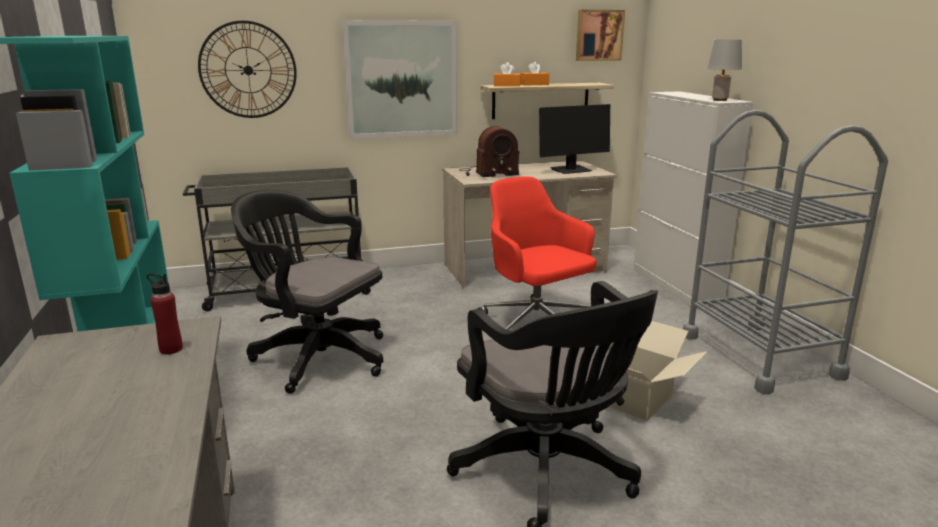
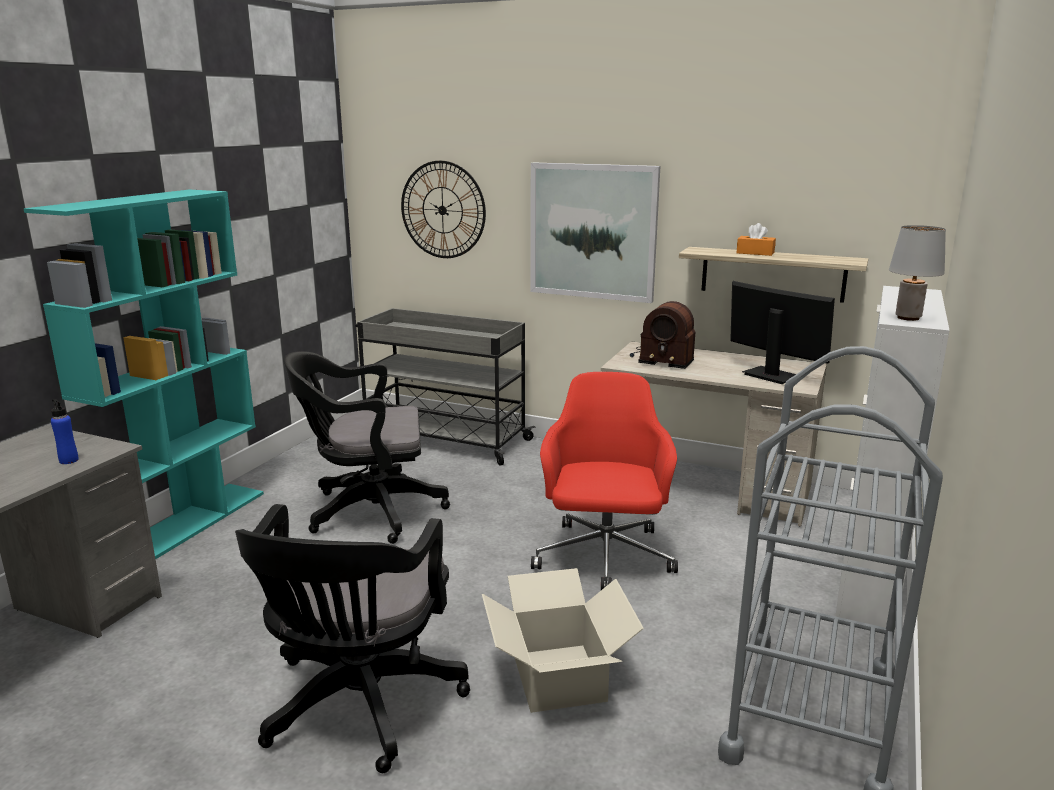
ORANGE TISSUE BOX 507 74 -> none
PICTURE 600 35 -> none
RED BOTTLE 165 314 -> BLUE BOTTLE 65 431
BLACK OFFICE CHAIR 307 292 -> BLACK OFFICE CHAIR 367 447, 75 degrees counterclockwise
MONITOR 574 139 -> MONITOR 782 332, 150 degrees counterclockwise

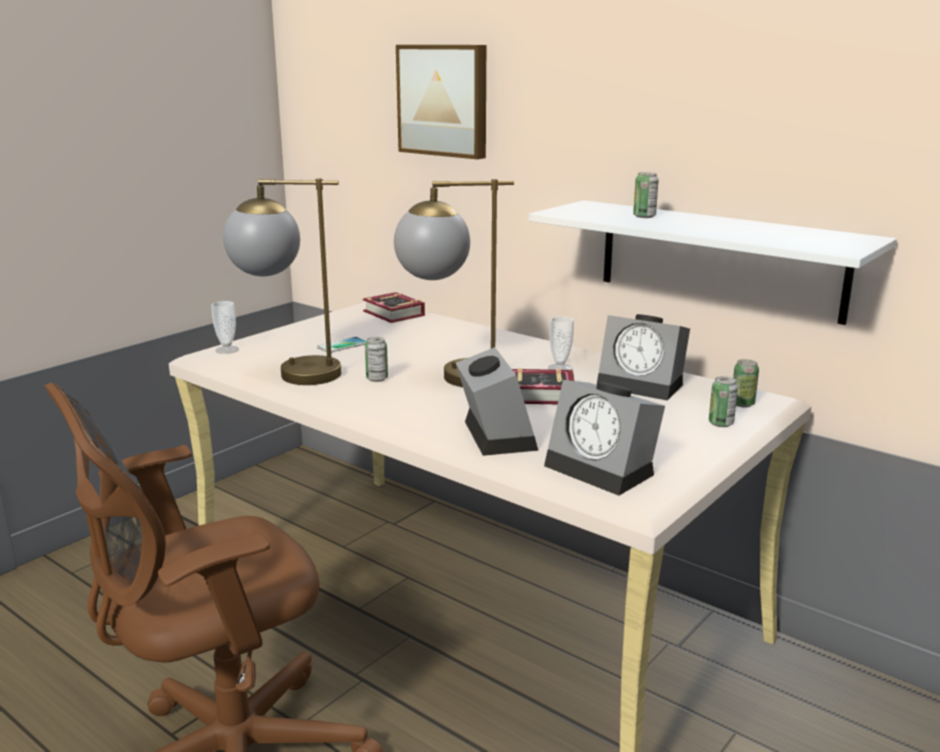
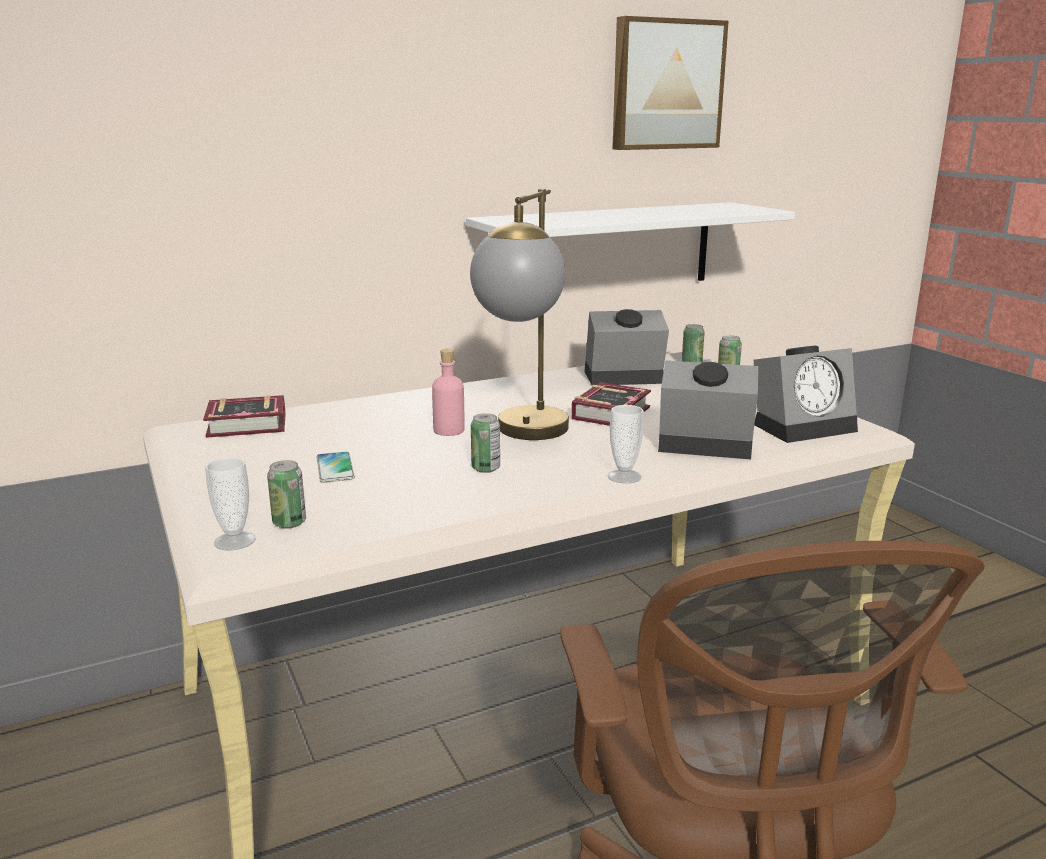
TABLE LAMP 282 282 -> none
none -> PINK BOTTLE 448 392
PICTURE 441 102 -> PICTURE 670 83, move
CUP 561 343 -> CUP 626 444, move
CAN 646 195 -> CAN 286 494, move
ALARM CLOCK 643 357 -> ALARM CLOCK 627 347, 150 degrees counterclockwise

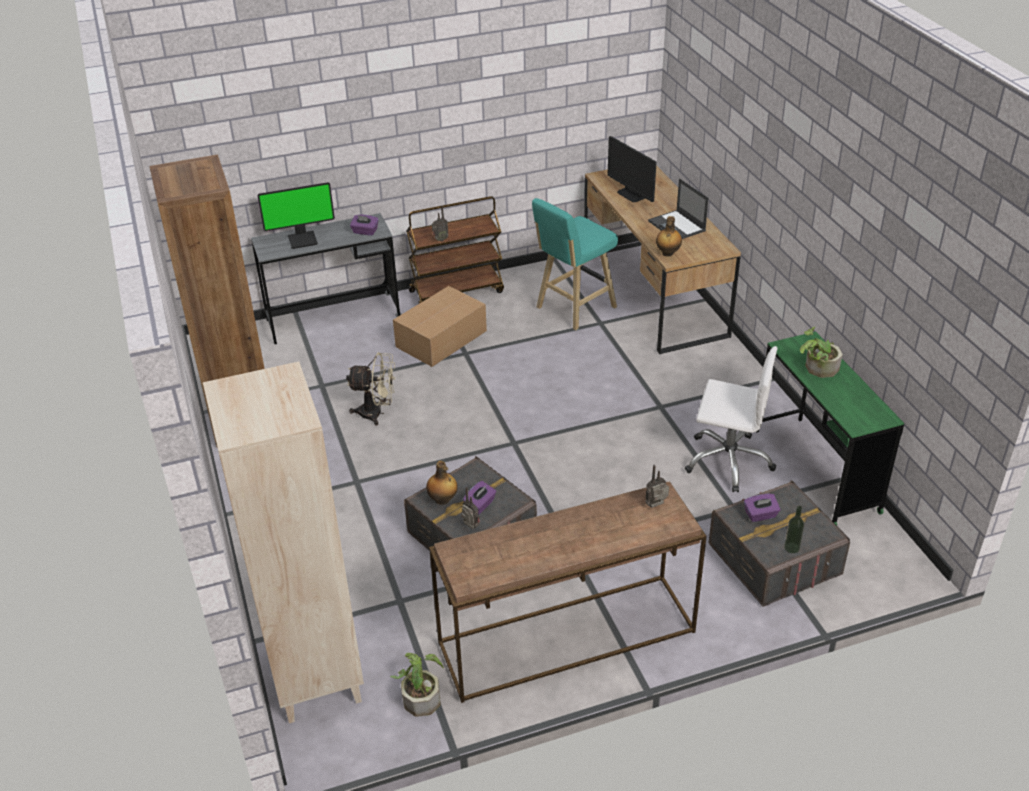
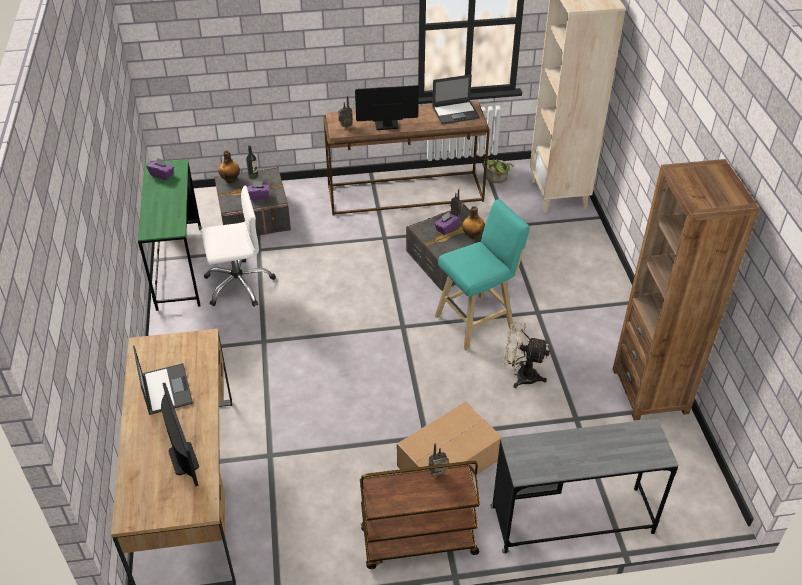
POTTED PLANT 821 352 -> none
none -> LAPTOP 456 99
MONITOR 296 215 -> MONITOR 387 107, move
PURPLE TISSUE BOX 364 225 -> PURPLE TISSUE BOX 160 169, move
TURQUOISE STOOL 575 264 -> TURQUOISE STOOL 482 274, move
BOTTLE 669 236 -> BOTTLE 229 166, move
WHITE OFFICE CHAIR 731 419 -> WHITE OFFICE CHAIR 238 246, 135 degrees clockwise

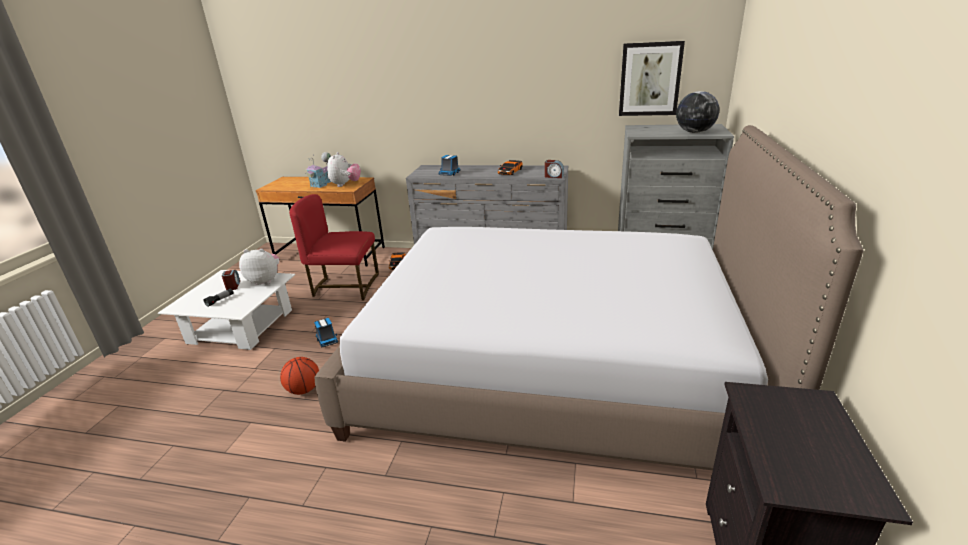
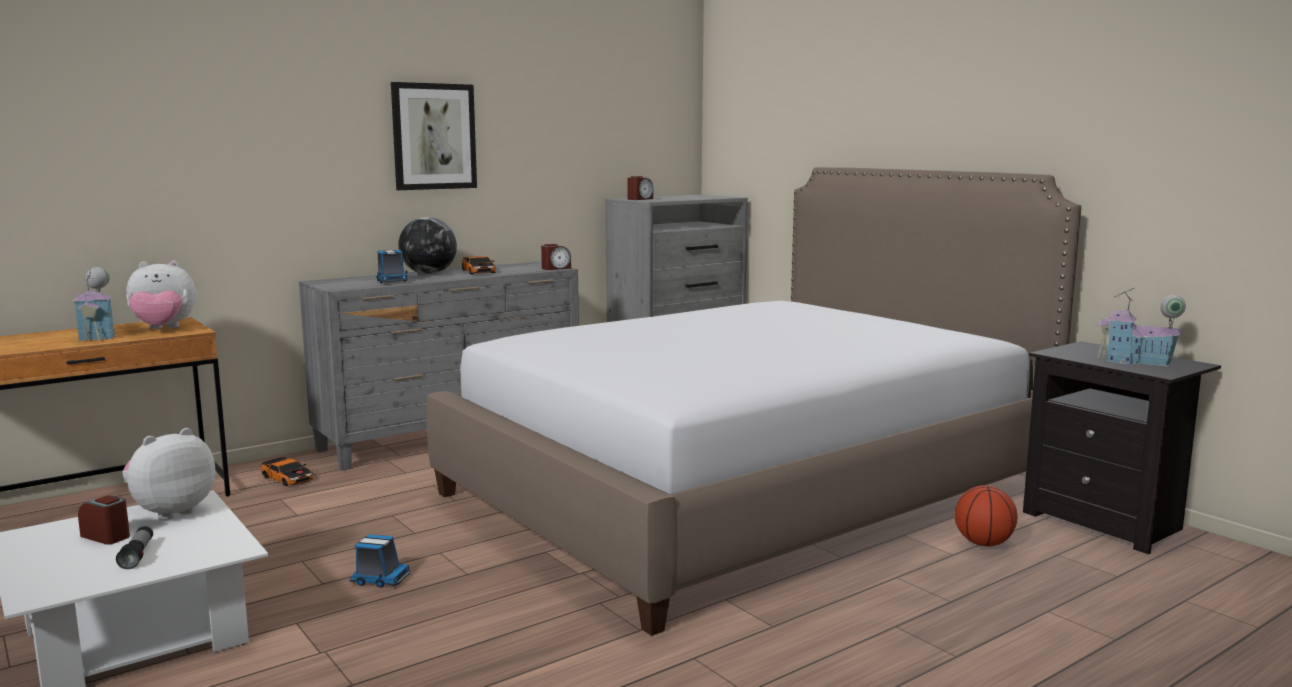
RED CHAIR 334 247 -> none
none -> ALARM CLOCK 640 188
none -> TOY HOUSE 1141 327
BASKETBALL 299 376 -> BASKETBALL 986 515, move
PICTURE 652 78 -> PICTURE 434 136, move
GLOBE 697 112 -> GLOBE 427 245, move
PLUSH TOY 344 169 -> PLUSH TOY 161 295, 120 degrees clockwise

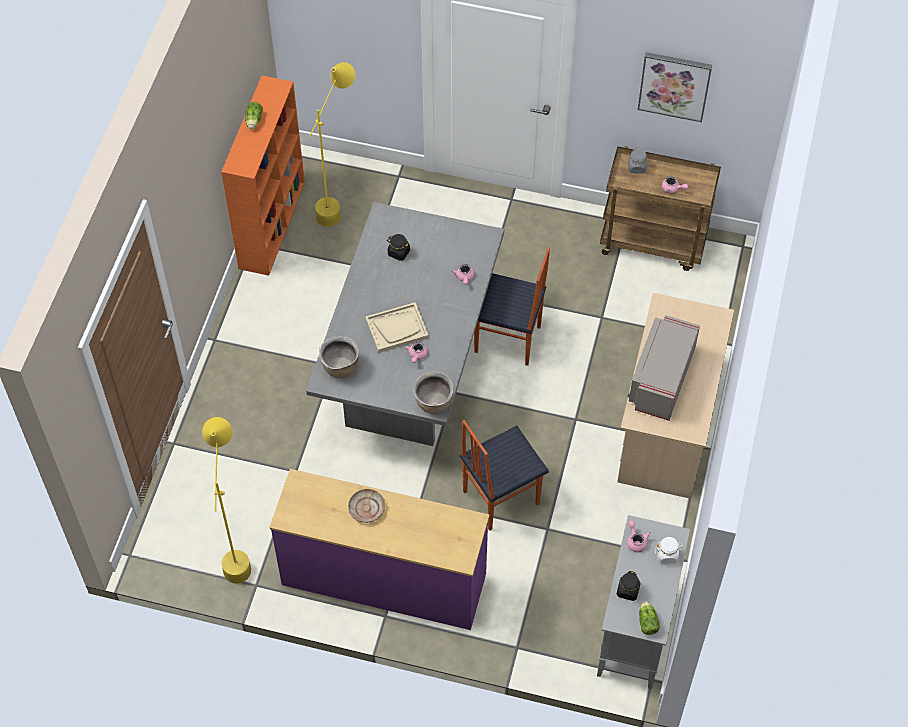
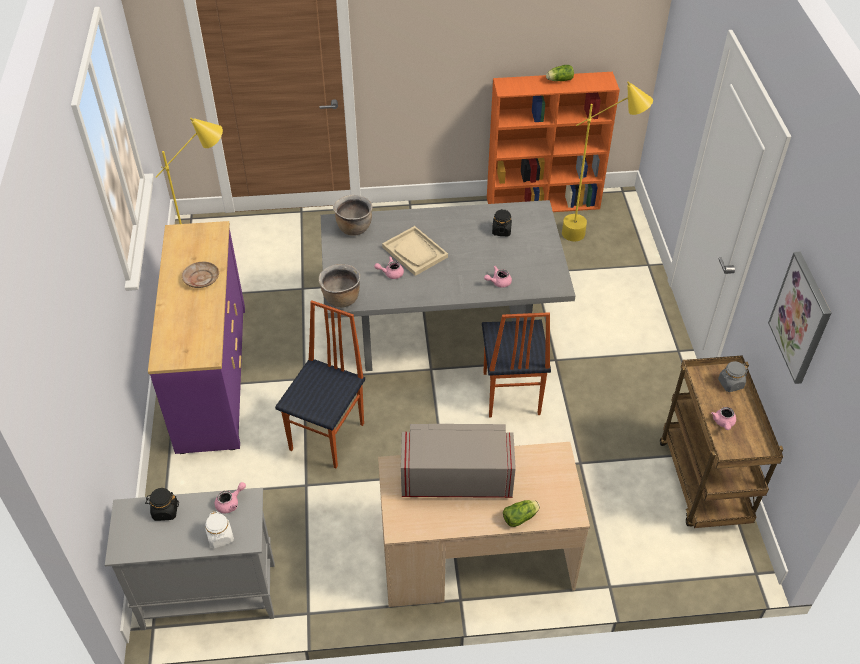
LETTUCE 649 618 -> LETTUCE 521 513, move
CHAIR 504 475 -> CHAIR 320 384, 75 degrees clockwise

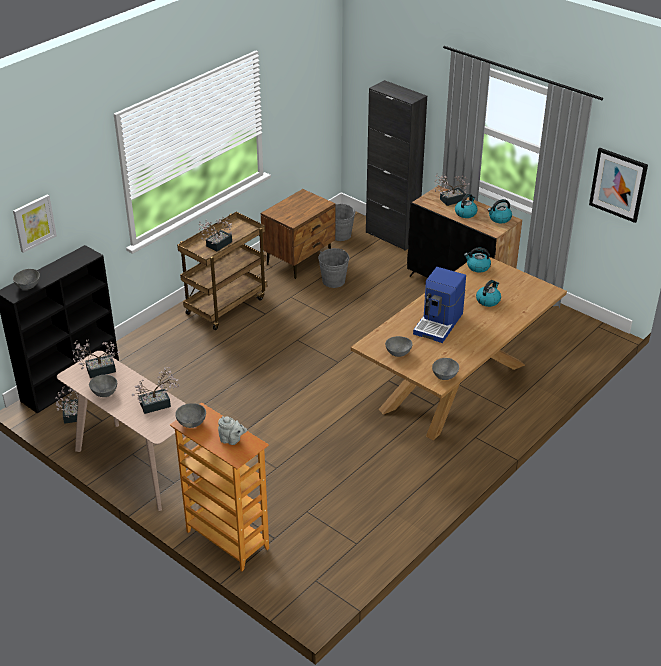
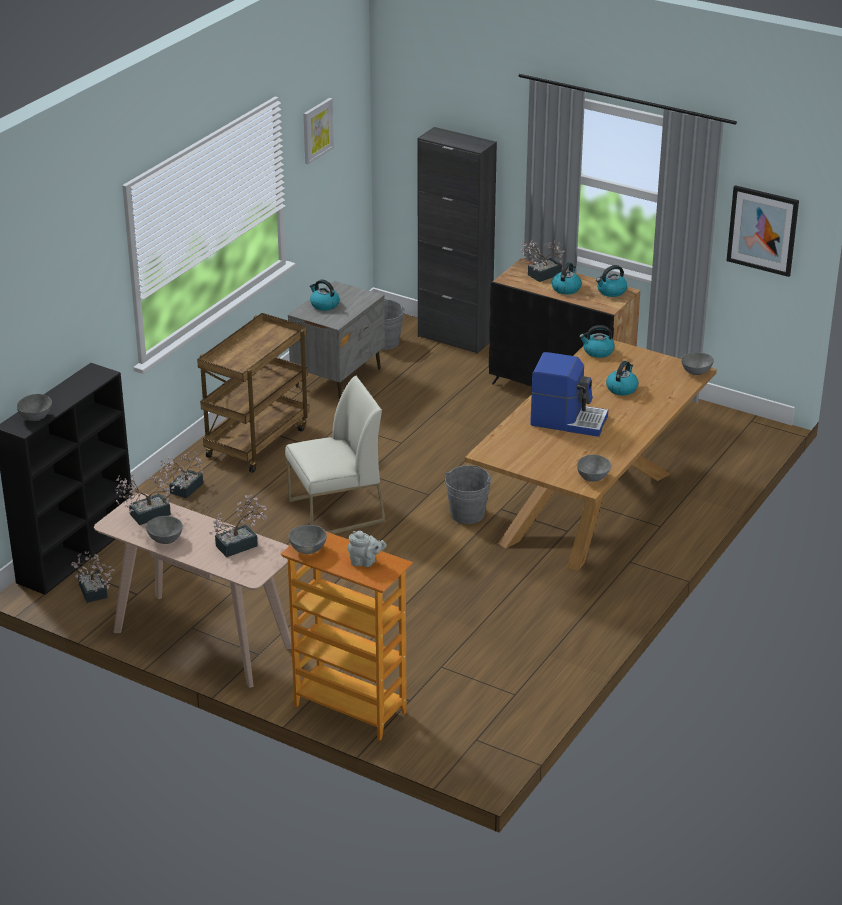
none -> WHITE CHAIR 335 455
none -> KETTLE 324 295
PICTURE 35 223 -> PICTURE 319 131, move
POTTED PLANT 215 234 -> POTTED PLANT 181 475, move
GREY BUCKET 333 268 -> GREY BUCKET 468 494, move
GREY BOWL 398 346 -> GREY BOWL 697 363, move
BROWN NIGHTSTAND 298 234 -> GREY NIGHTSTAND 336 340
COFFEE MACHINE 439 305 -> COFFEE MACHINE 569 394, 90 degrees counterclockwise

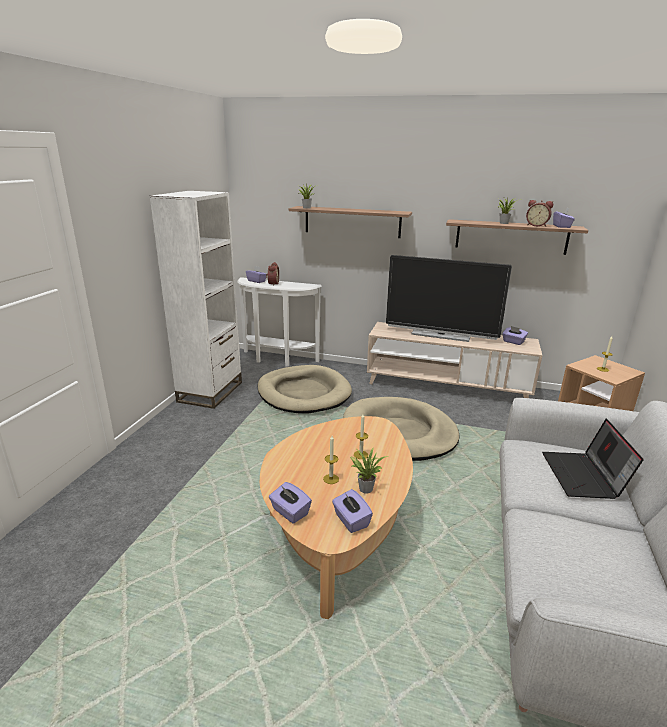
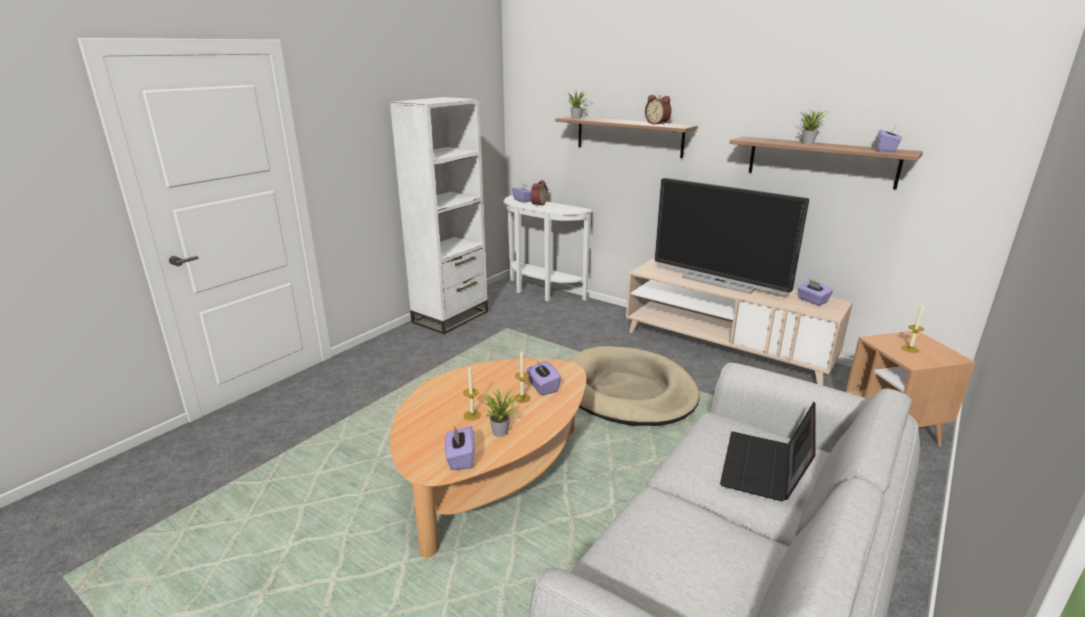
BEIGE DOG BED 304 389 -> none
PURPLE TISSUE BOX 290 503 -> PURPLE TISSUE BOX 543 378, move
ALARM CLOCK 539 213 -> ALARM CLOCK 658 110, move

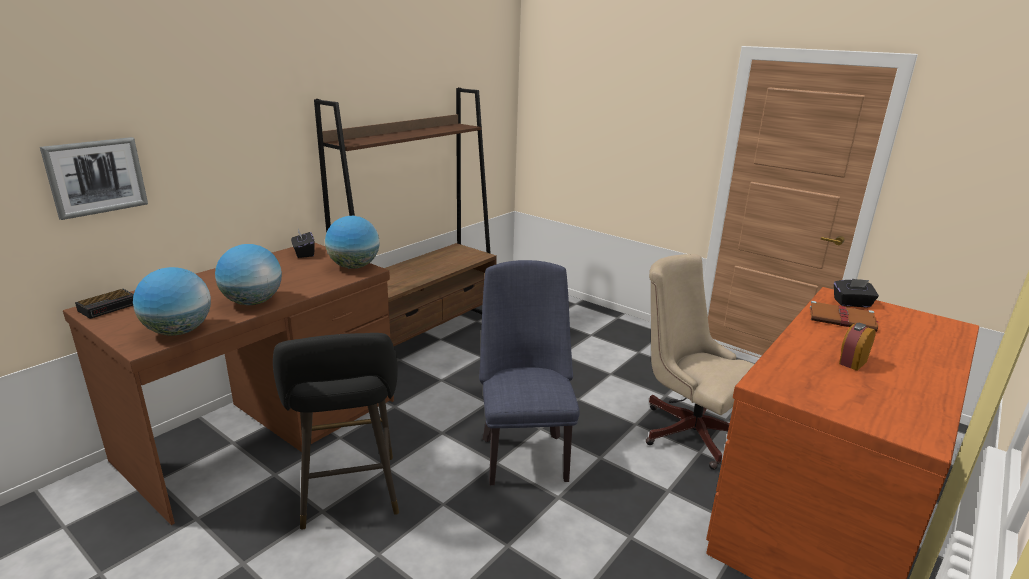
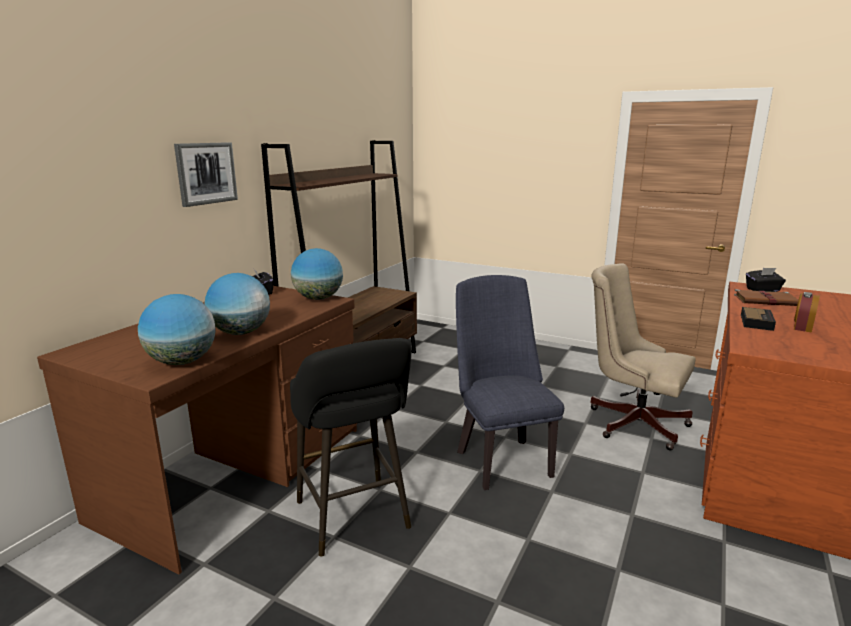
PICTURE 94 178 -> PICTURE 206 174, move
ALARM CLOCK 104 304 -> ALARM CLOCK 758 319, move

